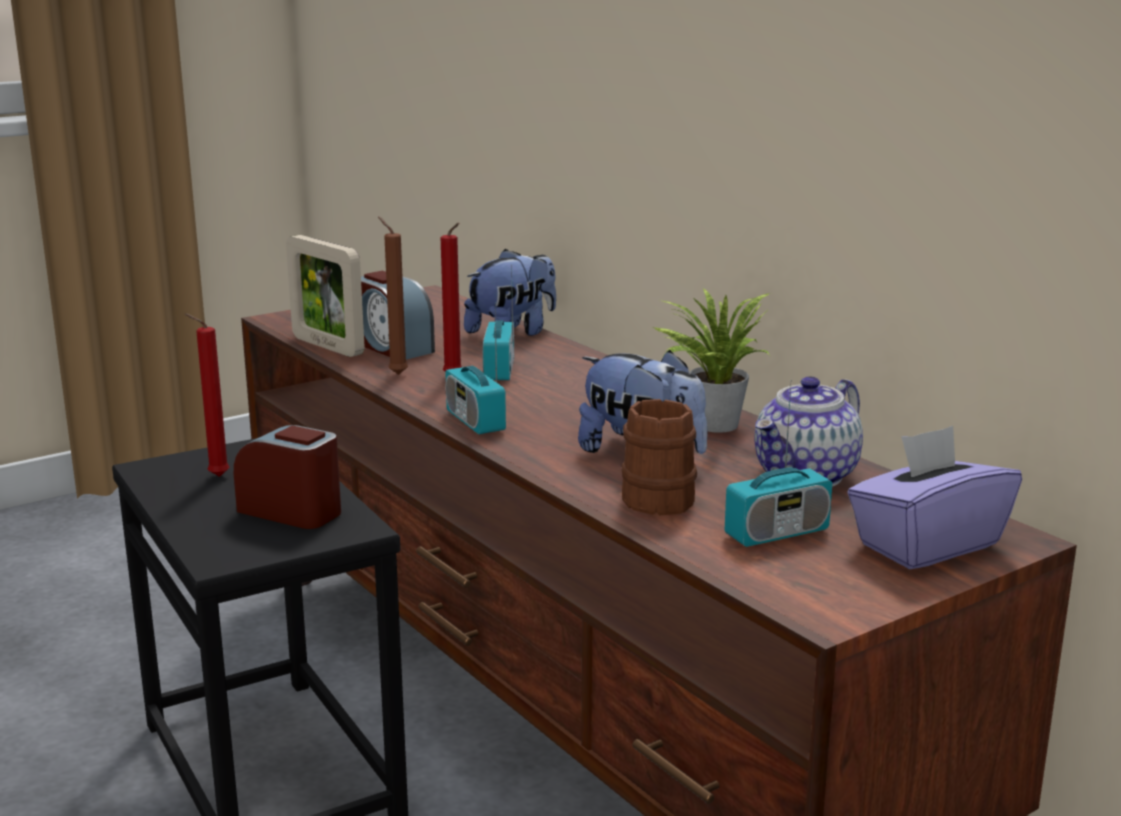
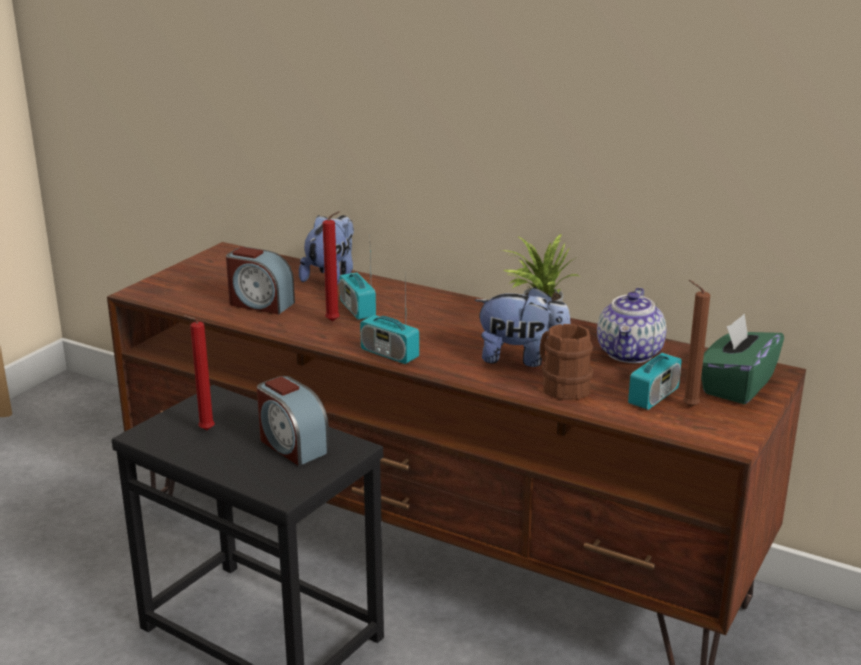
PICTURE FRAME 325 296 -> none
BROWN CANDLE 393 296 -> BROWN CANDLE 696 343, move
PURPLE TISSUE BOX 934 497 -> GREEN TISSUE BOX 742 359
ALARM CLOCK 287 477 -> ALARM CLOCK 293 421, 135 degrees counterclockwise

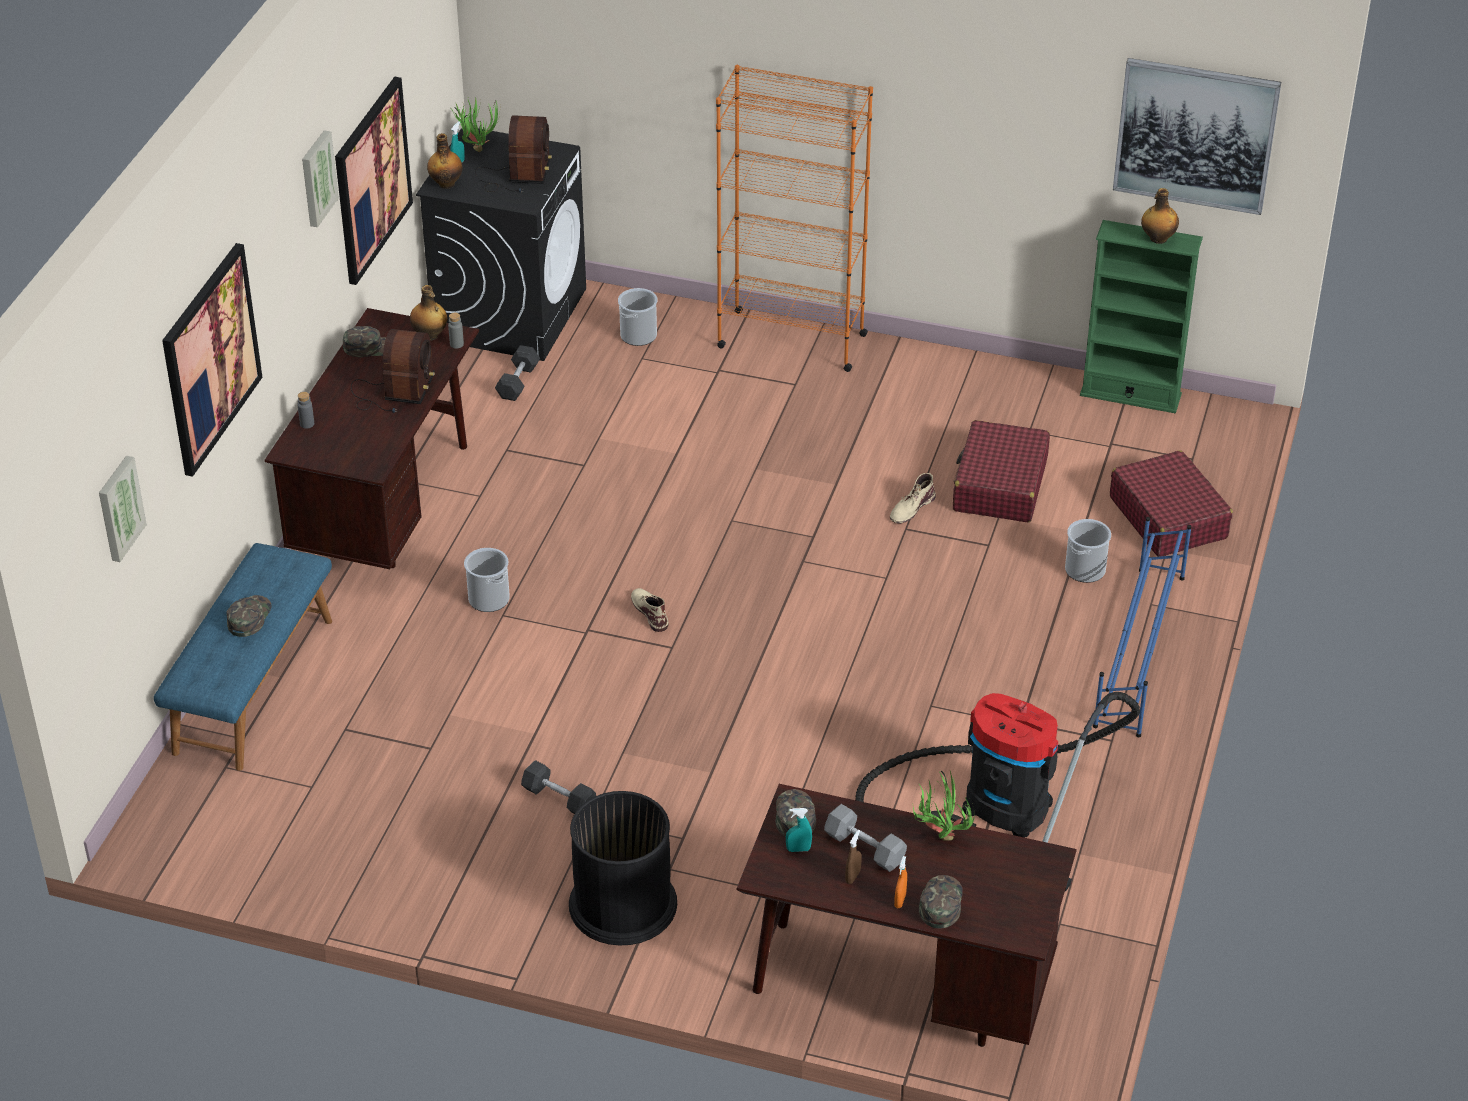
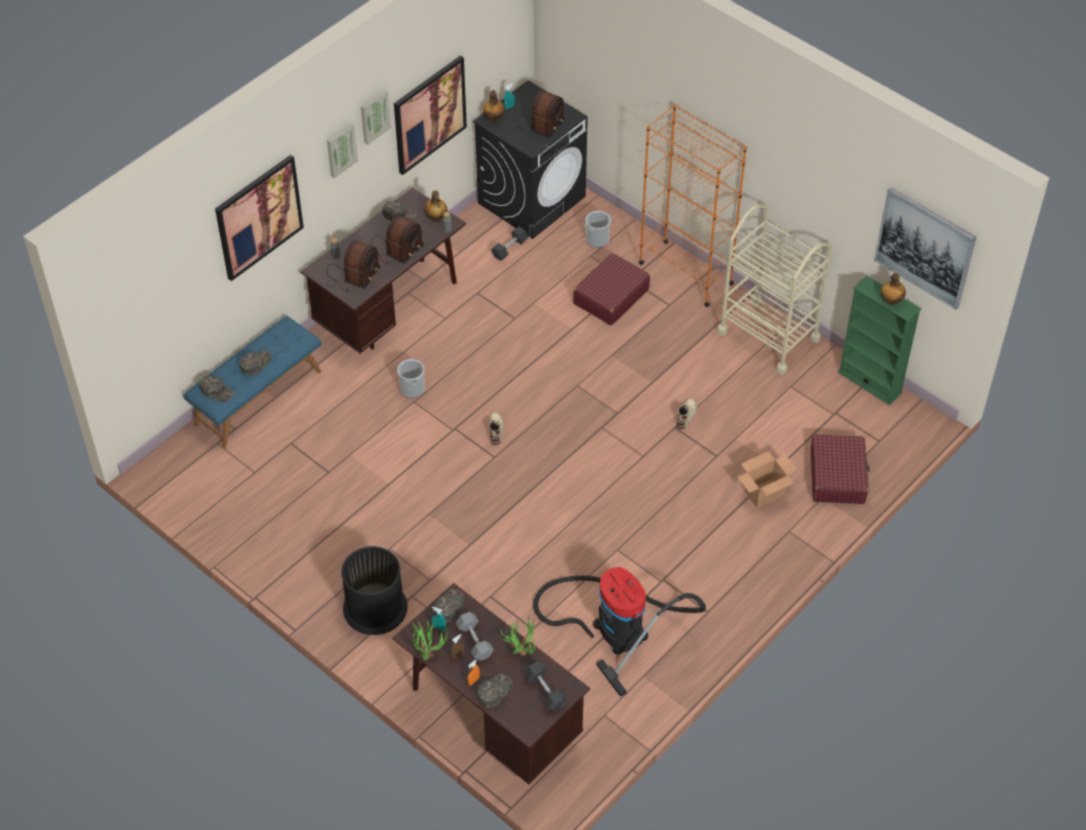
BLUE SHOE RACK 1142 627 -> none
none -> GREEN CAP 217 388
none -> RADIO 353 266
none -> BEIGE CART 775 289
PICTURE 123 509 -> PICTURE 342 150, move
POTTED PLANT 476 124 -> POTTED PLANT 430 639, move
GREY DUMBBELL 558 787 -> GREY DUMBBELL 545 686, move
RED SUITCASE 1001 471 -> RED SUITCASE 611 289, move
BUCKET 1088 551 -> CARDBOARD BOX 767 479
BEIGE BOOT 913 498 -> BEIGE BOOT 686 413, 135 degrees clockwise

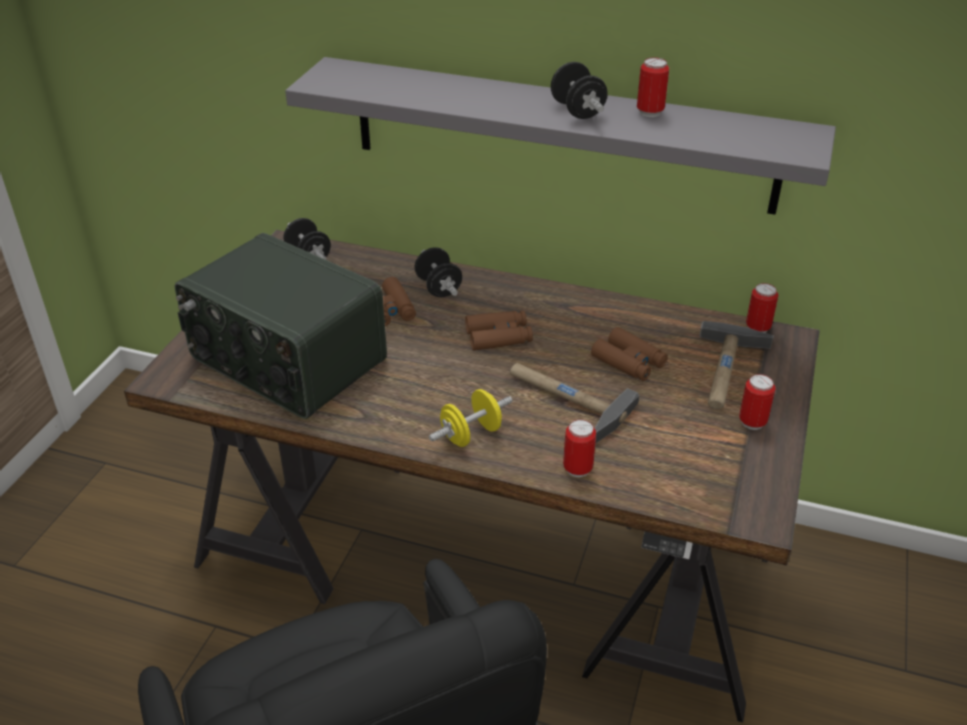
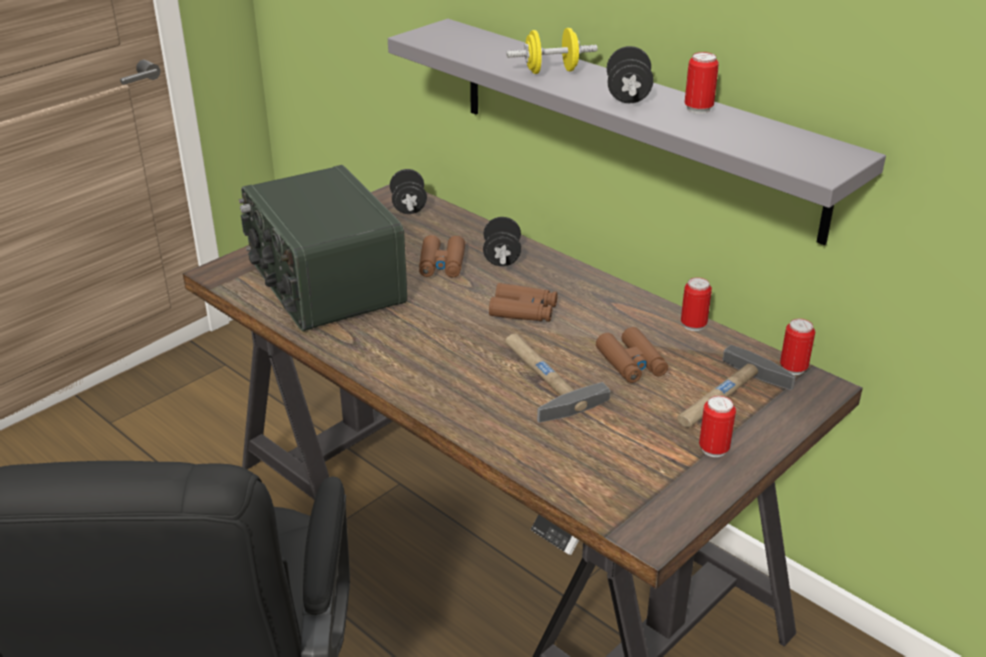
YELLOW DUMBBELL 470 418 -> YELLOW DUMBBELL 552 51, move
CAN 579 448 -> CAN 696 304, move

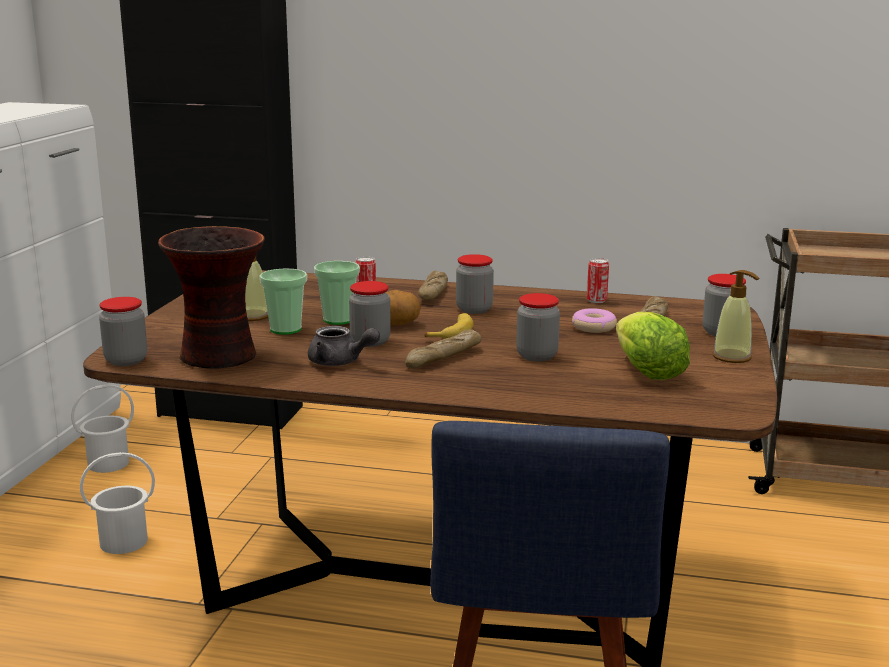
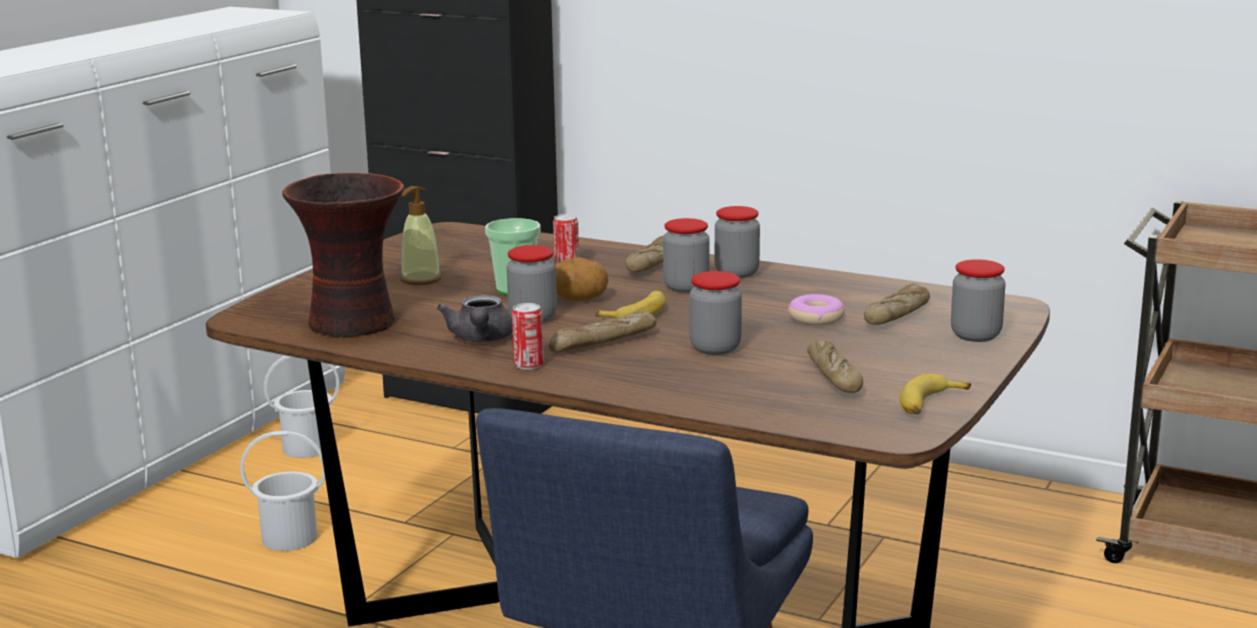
CUP 283 302 -> none
SOAP DISPENSER 736 316 -> none
none -> BANANA 935 394
JAR 123 331 -> JAR 737 242, move
CAN 598 280 -> CAN 528 336, move
LETTUCE 653 346 -> BREAD 835 366
GREY TEAPOT 344 346 -> GREY TEAPOT 474 318, 45 degrees clockwise

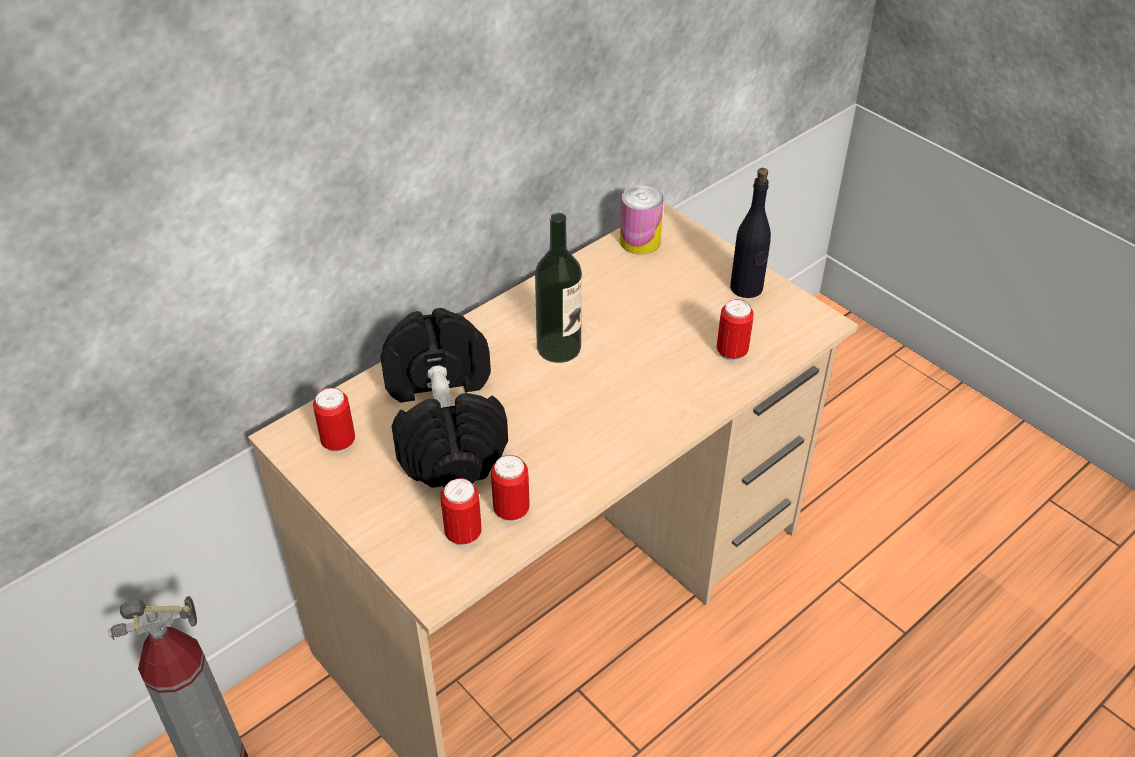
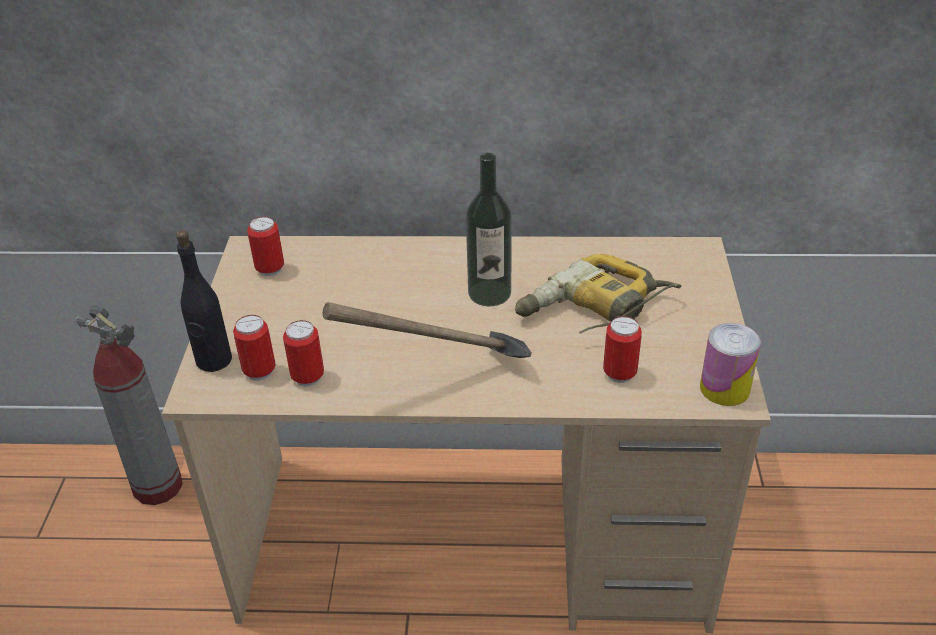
BLACK DUMBBELL 444 398 -> none
none -> HAMMER 427 330
none -> POWER DRILL 598 294
CAN 642 220 -> CAN 730 364, move
BLACK BOTTLE 750 233 -> BLACK BOTTLE 204 301, move

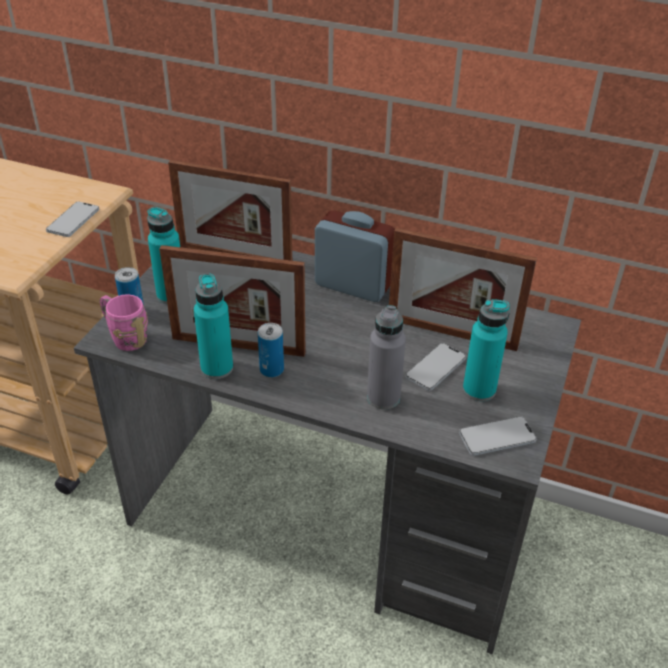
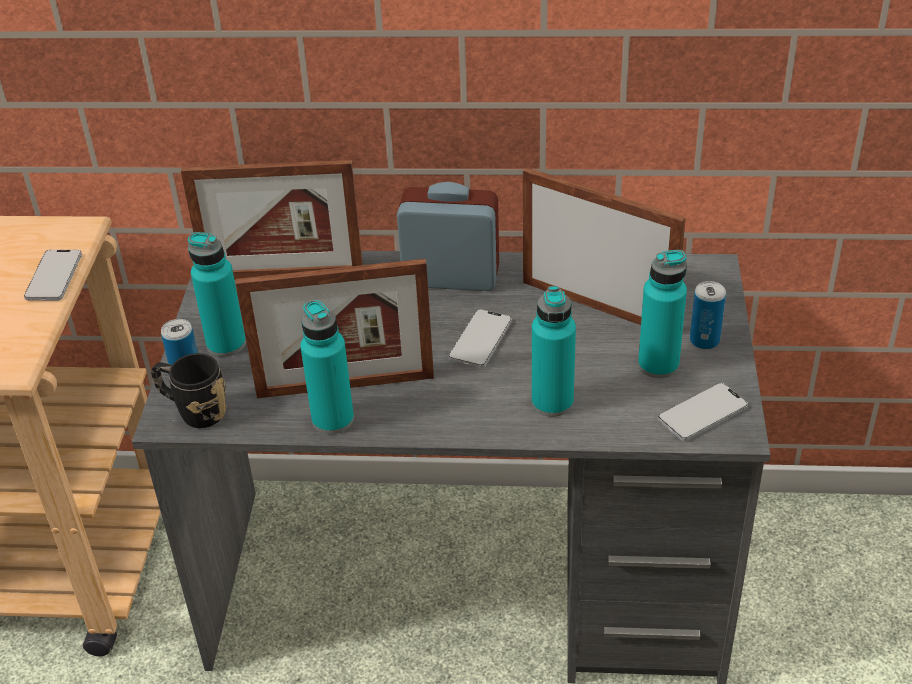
CAN 271 350 -> CAN 708 315, move
PHONE 435 367 -> PHONE 480 338, move
PINK MUG 124 322 -> BLACK MUG 188 390
GREY BOTTLE 386 357 -> TURQUOISE BOTTLE 554 351
PICTURE FRAME 463 289 -> PICTURE FRAME 604 246, 150 degrees counterclockwise

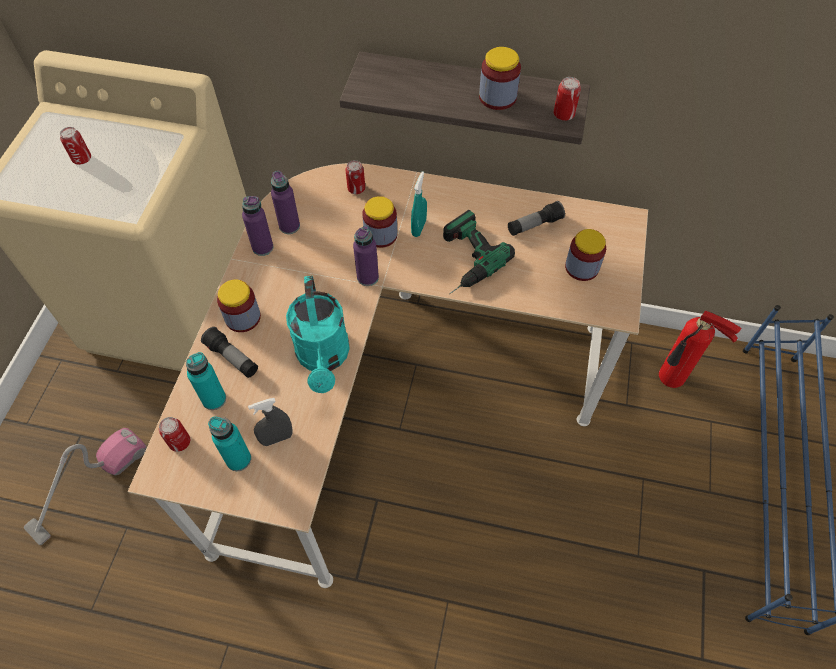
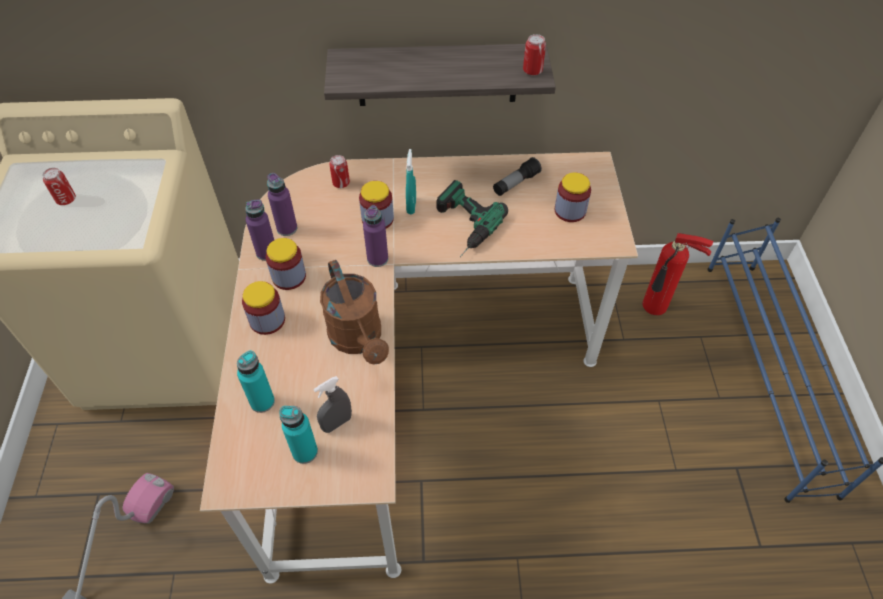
CAN 174 434 -> none
FLASHLIGHT 229 352 -> none
JAR 500 78 -> JAR 286 264, move
TURQUOISE WATERING CAN 318 334 -> BROWN WATERING CAN 354 312

